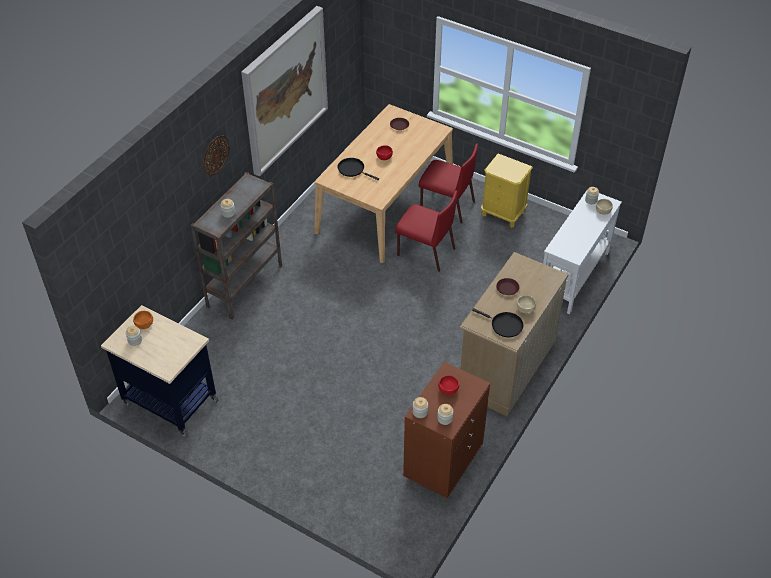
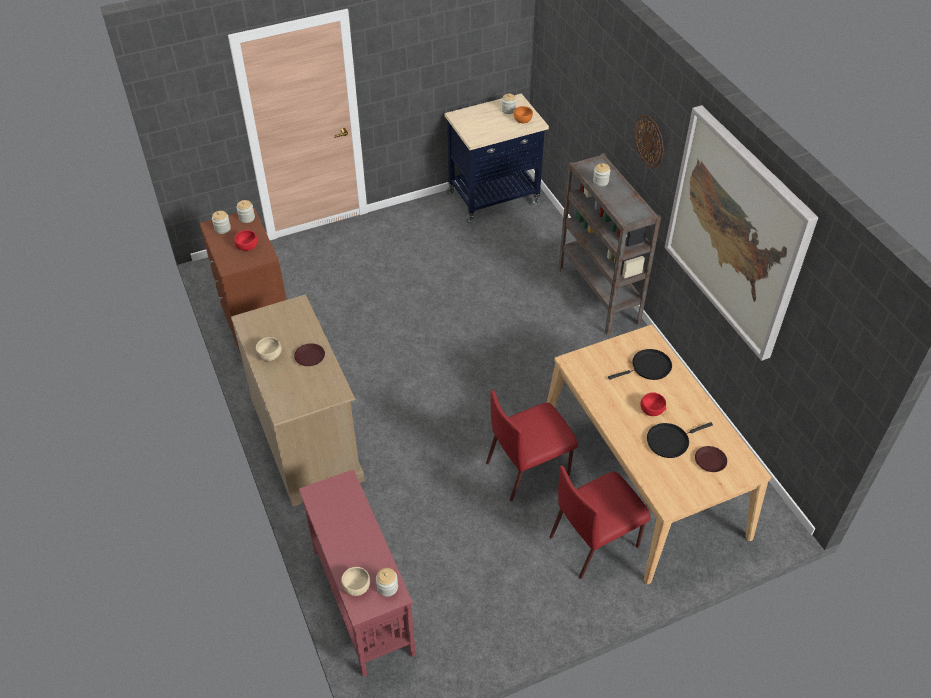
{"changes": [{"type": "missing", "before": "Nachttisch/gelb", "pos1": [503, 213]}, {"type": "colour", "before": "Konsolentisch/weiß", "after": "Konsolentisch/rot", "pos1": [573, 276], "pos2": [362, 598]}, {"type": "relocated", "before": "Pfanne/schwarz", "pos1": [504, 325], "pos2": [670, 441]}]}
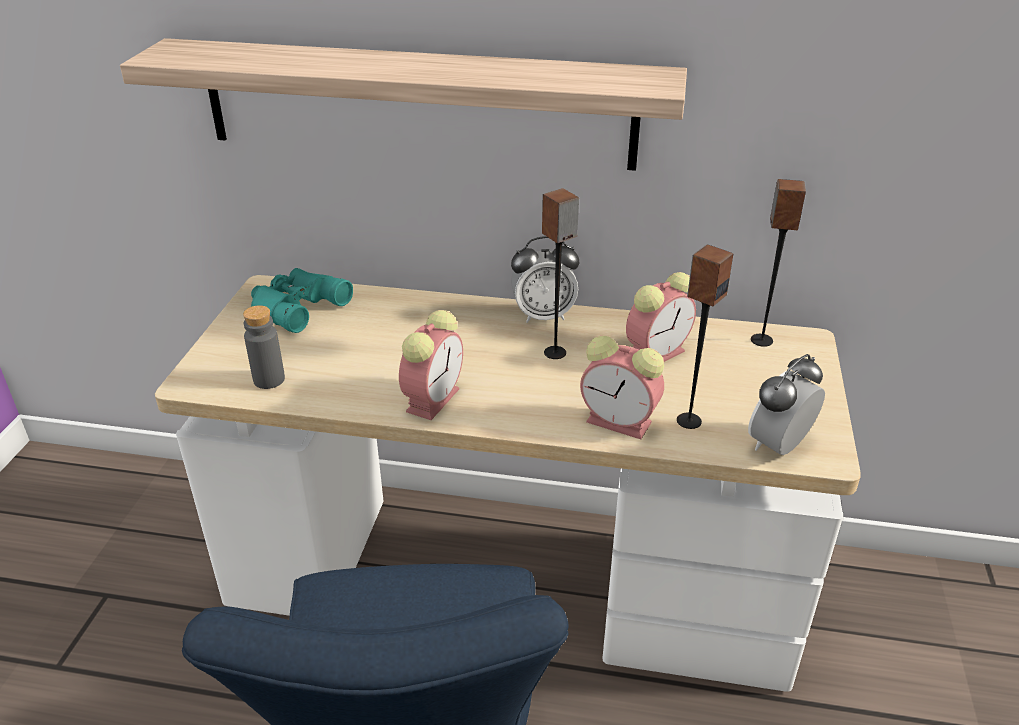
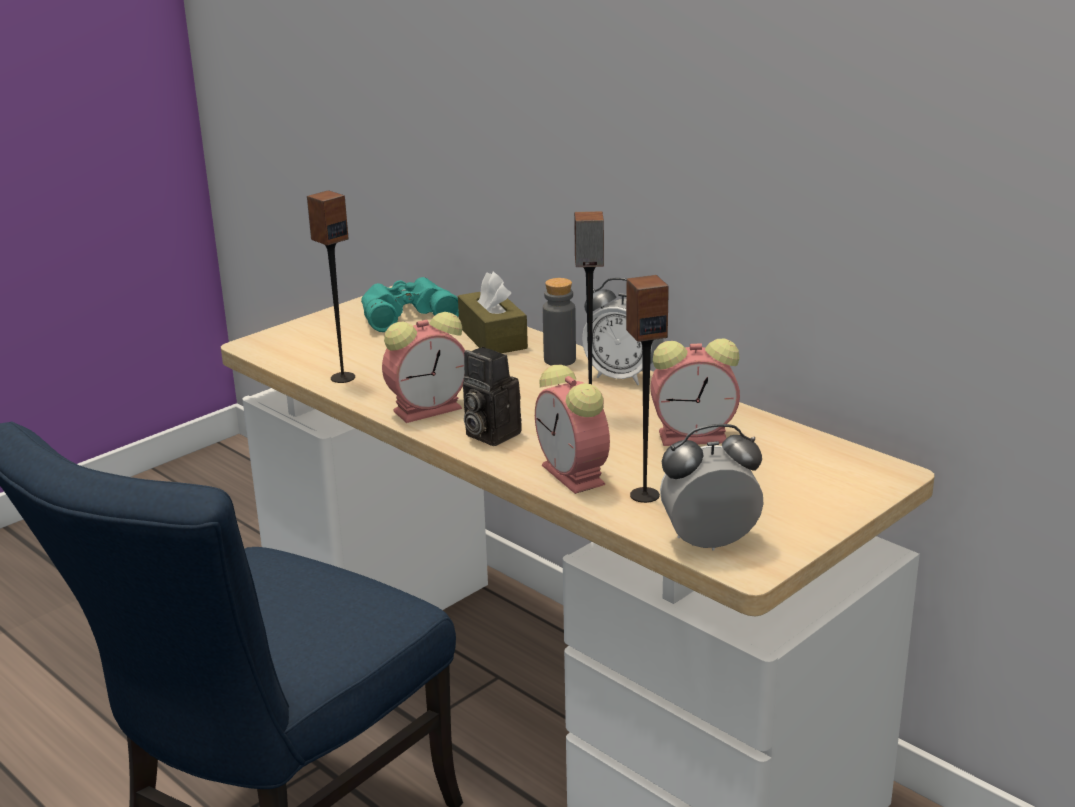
{"changes": [{"type": "missing", "before": "Wandregal", "pos1": [417, 104]}, {"type": "relocated", "before": "Lautsprecher", "pos1": [761, 340], "pos2": [342, 377]}, {"type": "relocated", "before": "Flasche/grau", "pos1": [269, 379], "pos2": [559, 360]}, {"type": "appeared", "after": "Taschentuchbox/braun", "pos2": [492, 338]}, {"type": "appeared", "after": "Kamera", "pos2": [488, 434]}]}
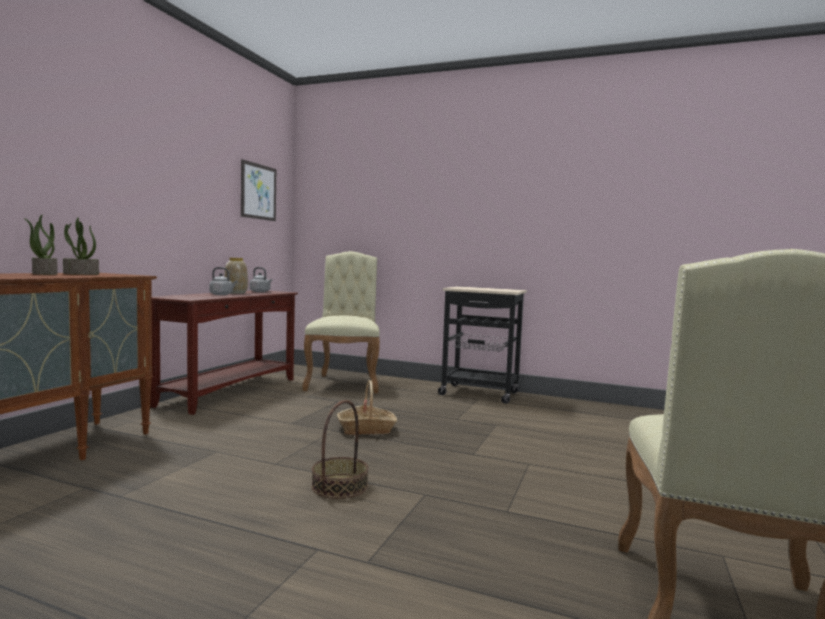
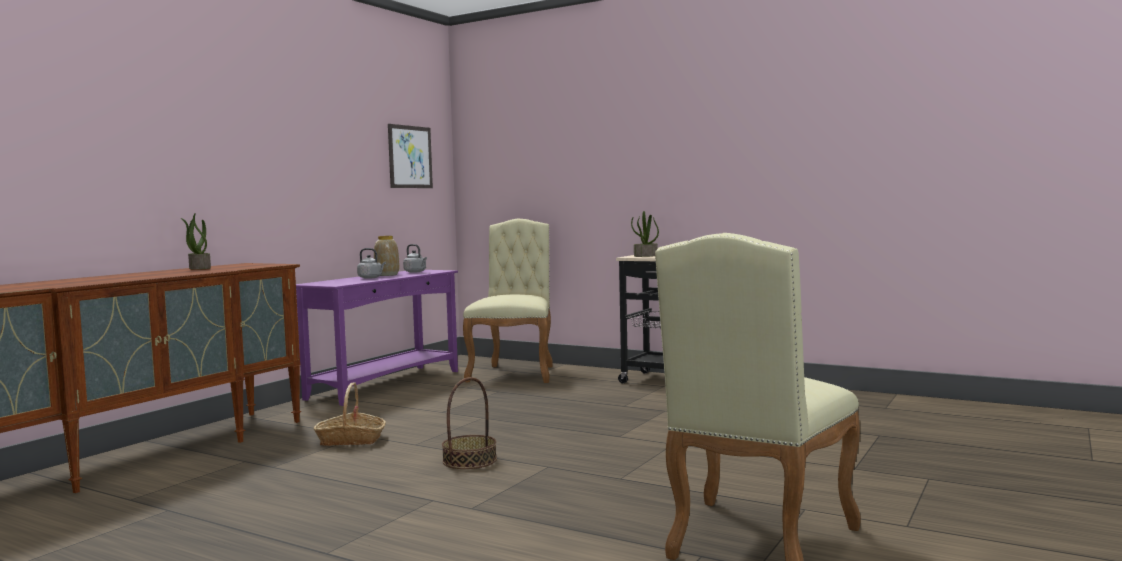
{"changes": [{"type": "relocated", "before": "Topfpflanze", "pos1": [80, 274], "pos2": [645, 256]}, {"type": "colour", "before": "Konsolentisch/braun", "after": "Konsolentisch/lila", "pos1": [230, 391], "pos2": [385, 384]}, {"type": "relocated", "before": "Korb", "pos1": [366, 429], "pos2": [351, 440]}]}
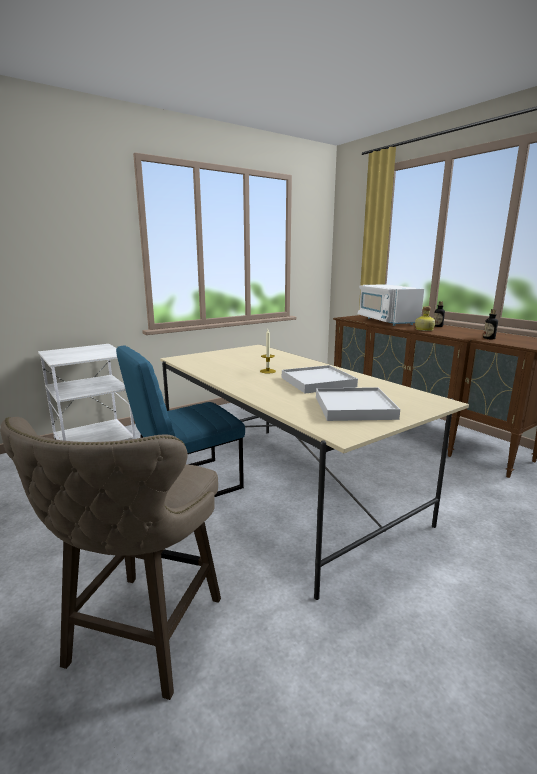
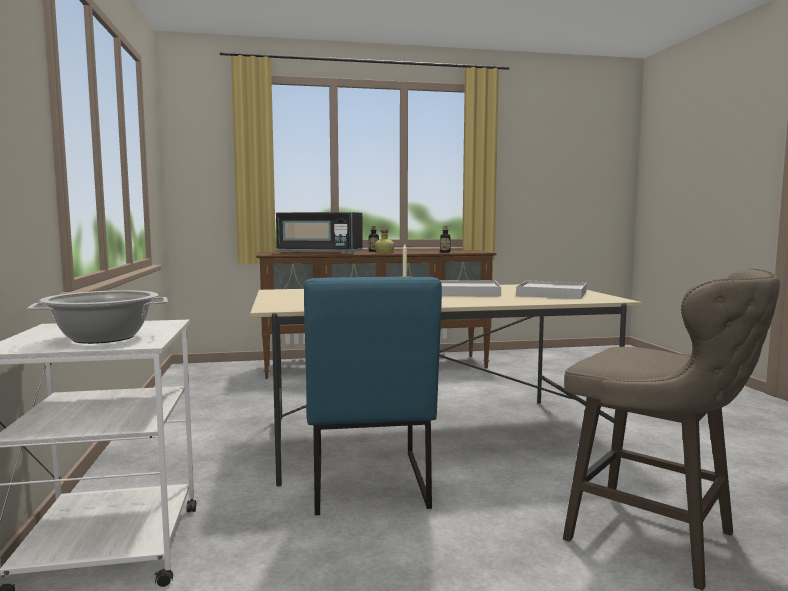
{"changes": [{"type": "colour", "before": "Mikrowelle/weiß", "after": "Mikrowelle/schwarz", "pos1": [386, 321], "pos2": [319, 252]}, {"type": "appeared", "after": "Kochtopf", "pos2": [103, 338]}]}
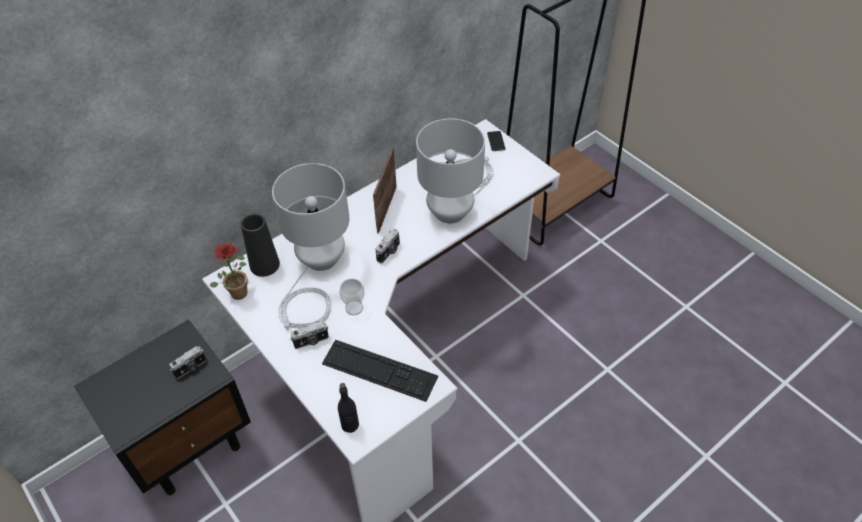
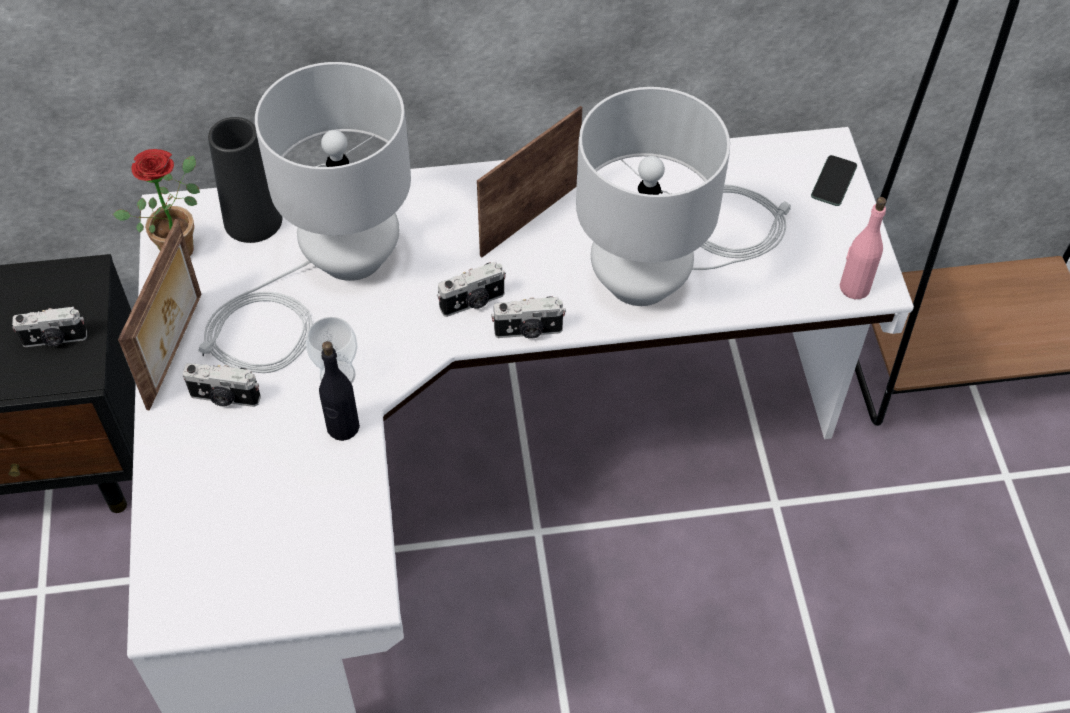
{"changes": [{"type": "missing", "before": "Tastatur", "pos1": [379, 370]}, {"type": "relocated", "before": "Flasche/schwarz", "pos1": [350, 425], "pos2": [343, 427]}, {"type": "appeared", "after": "Flasche/rosa", "pos2": [854, 287]}, {"type": "appeared", "after": "Bilderrahmen", "pos2": [177, 350]}, {"type": "appeared", "after": "Kamera", "pos2": [528, 331]}]}
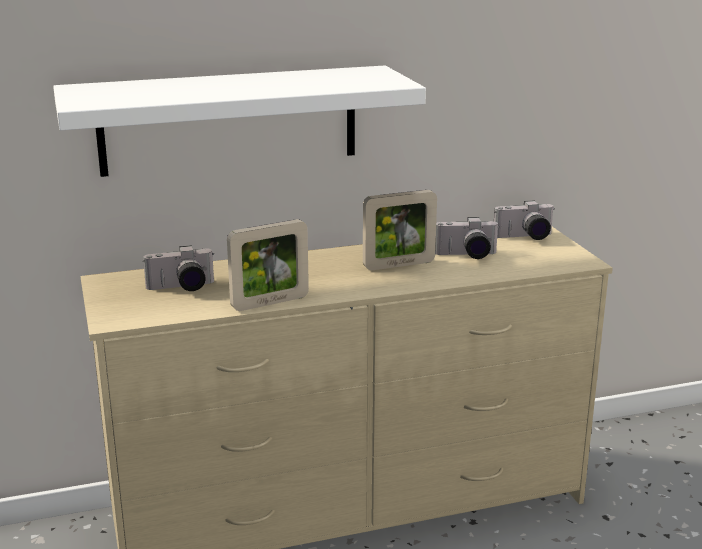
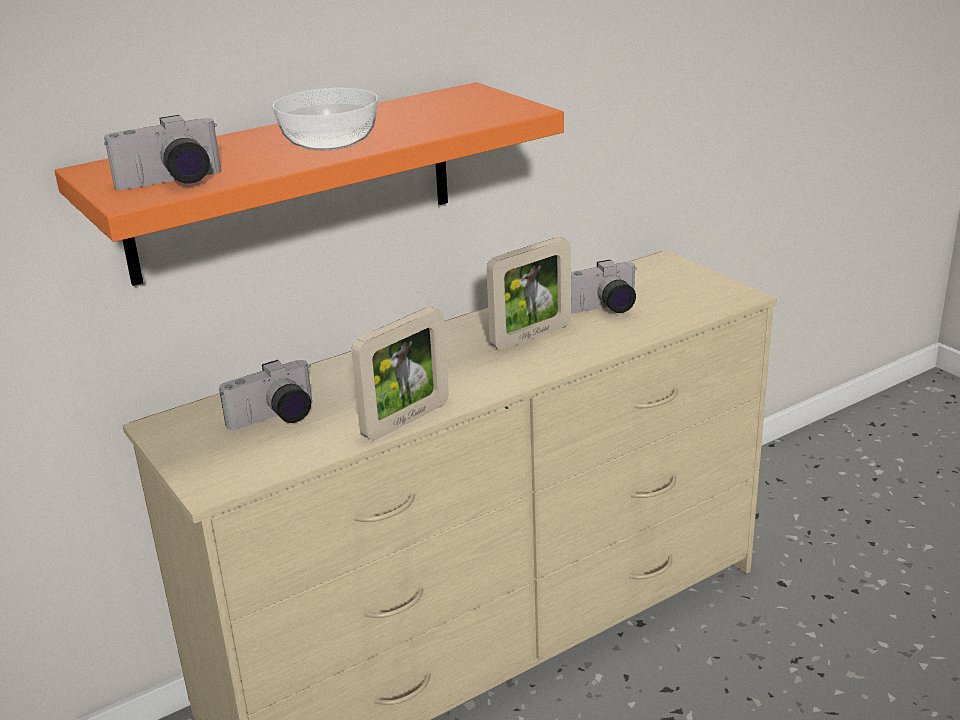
{"changes": [{"type": "colour", "before": "Wandregal/weiß", "after": "Wandregal/orange", "pos1": [229, 120], "pos2": [292, 182]}, {"type": "relocated", "before": "Kamera", "pos1": [525, 237], "pos2": [172, 183]}, {"type": "appeared", "after": "Schüssel", "pos2": [329, 142]}]}
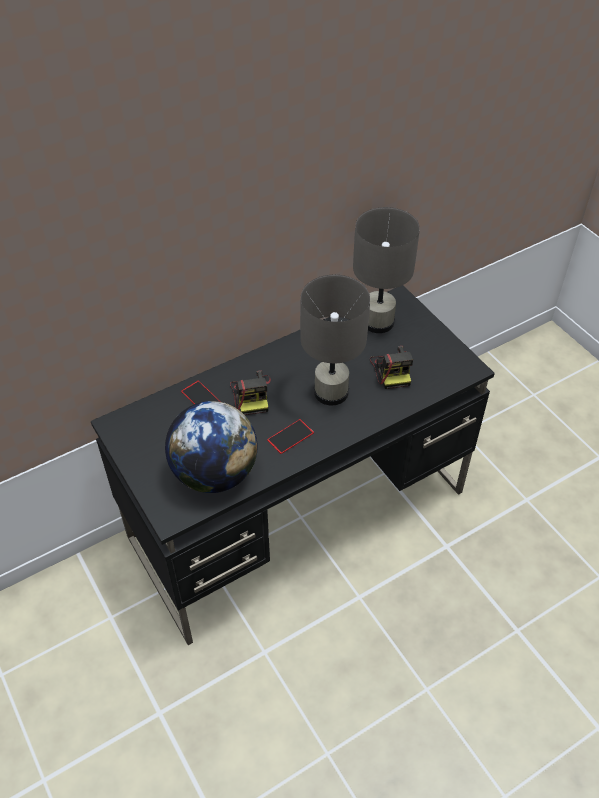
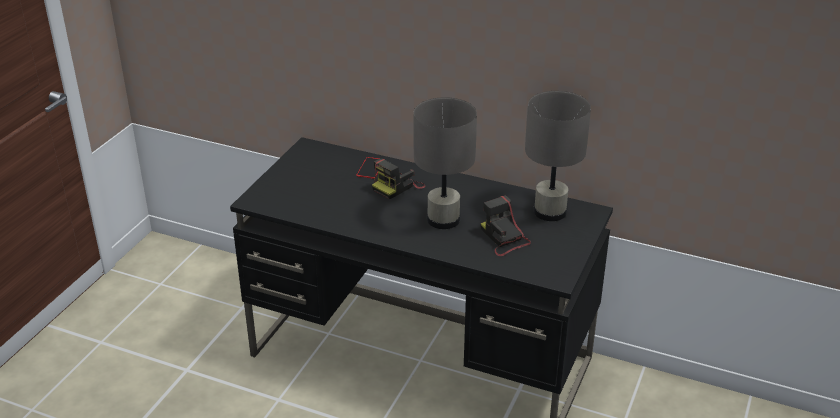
{"changes": [{"type": "spun", "before": "Kamera", "pos1": [392, 370], "pos2": [504, 239], "turn": 105}, {"type": "missing", "before": "Globus", "pos1": [215, 473]}, {"type": "missing", "before": "Handy", "pos1": [290, 436]}]}
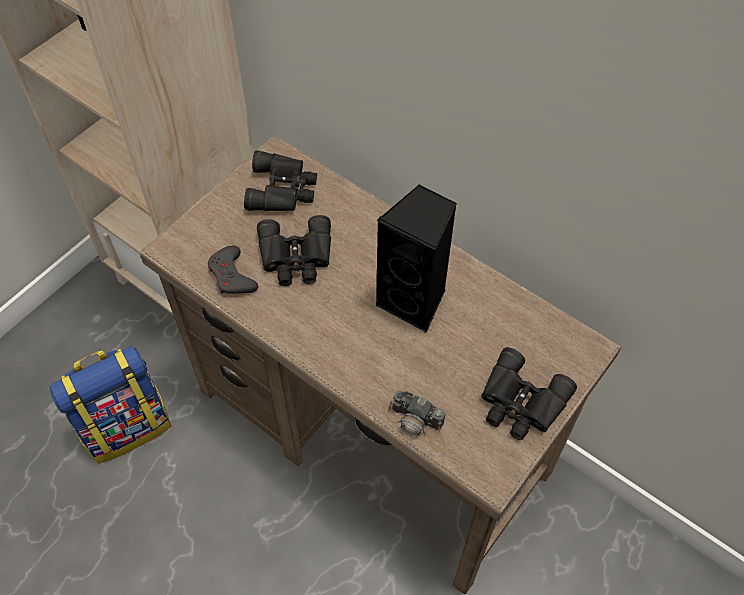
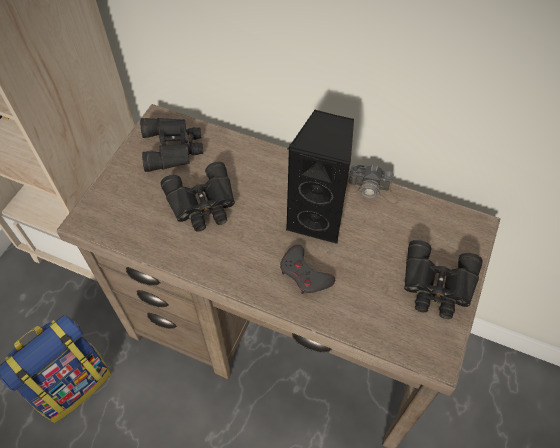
{"changes": [{"type": "relocated", "before": "Gamepad/grau", "pos1": [232, 276], "pos2": [304, 274]}, {"type": "relocated", "before": "Kamera", "pos1": [418, 425], "pos2": [372, 190]}]}
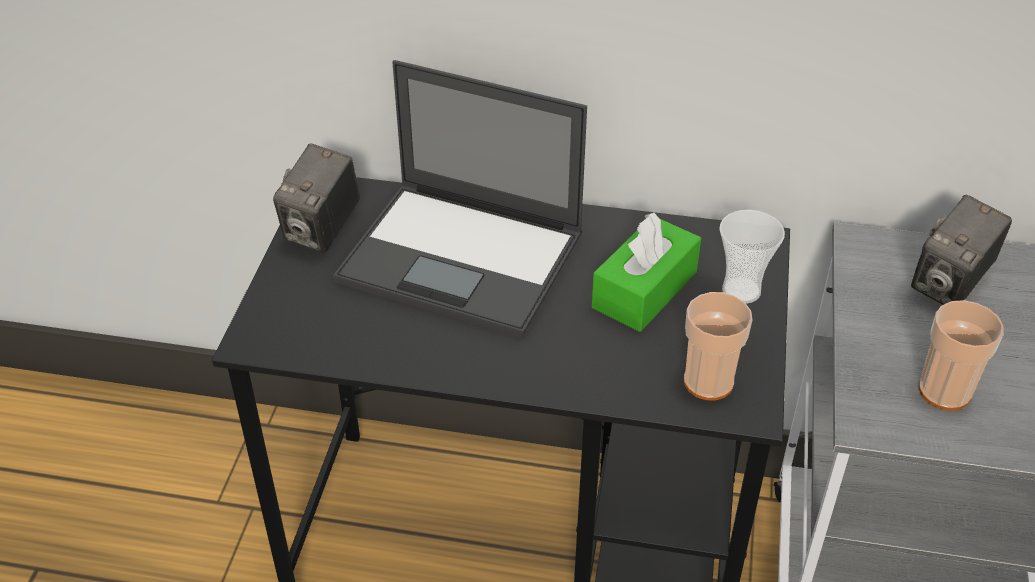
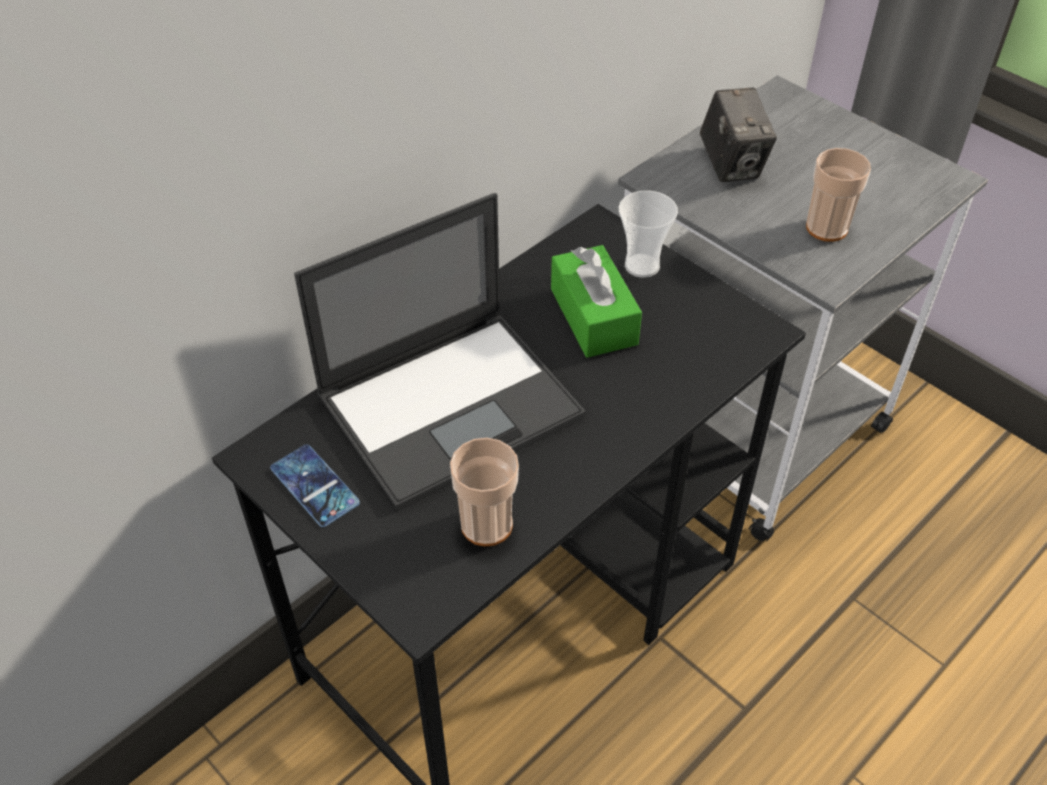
{"changes": [{"type": "exchanged", "before": "Kamera", "after": "Handy", "pos1": [322, 230], "pos2": [314, 486]}, {"type": "relocated", "before": "Tasse", "pos1": [708, 382], "pos2": [486, 525]}]}
